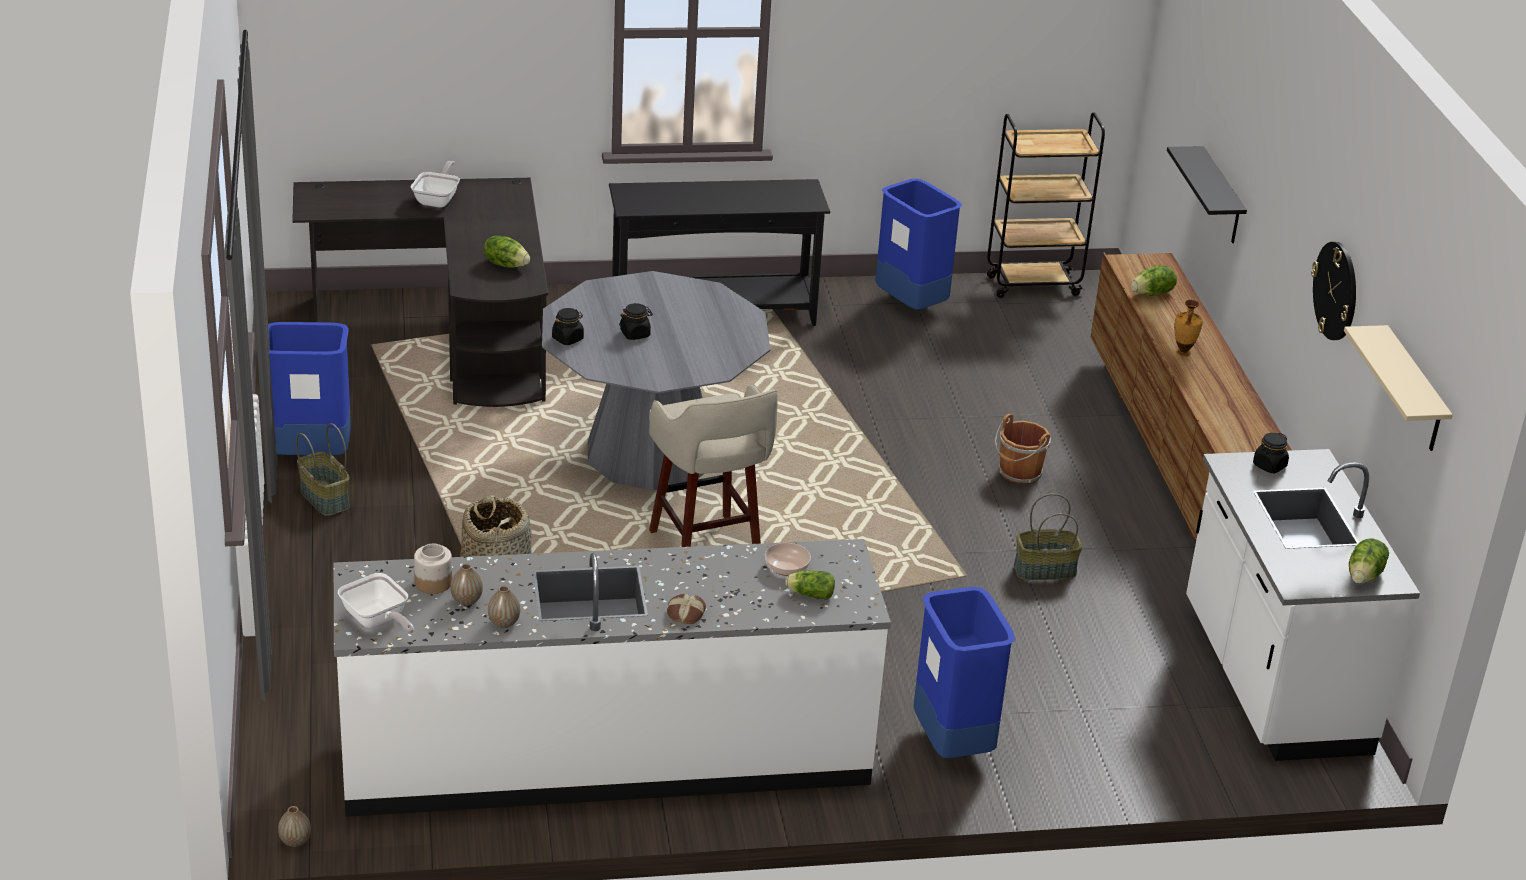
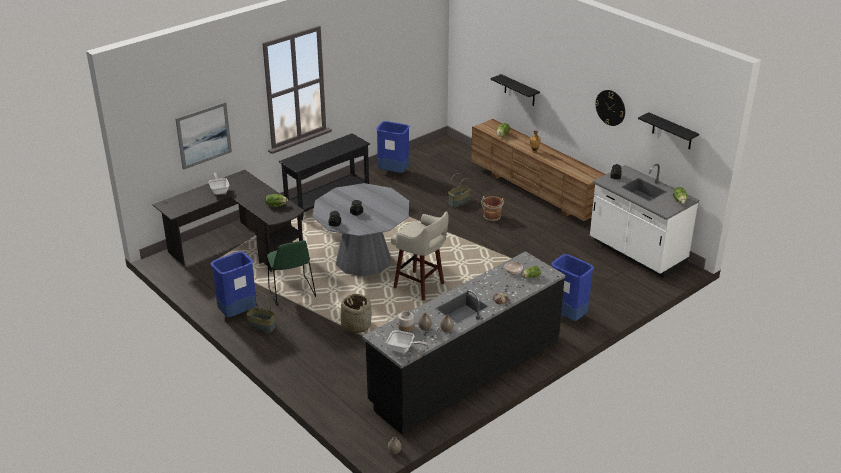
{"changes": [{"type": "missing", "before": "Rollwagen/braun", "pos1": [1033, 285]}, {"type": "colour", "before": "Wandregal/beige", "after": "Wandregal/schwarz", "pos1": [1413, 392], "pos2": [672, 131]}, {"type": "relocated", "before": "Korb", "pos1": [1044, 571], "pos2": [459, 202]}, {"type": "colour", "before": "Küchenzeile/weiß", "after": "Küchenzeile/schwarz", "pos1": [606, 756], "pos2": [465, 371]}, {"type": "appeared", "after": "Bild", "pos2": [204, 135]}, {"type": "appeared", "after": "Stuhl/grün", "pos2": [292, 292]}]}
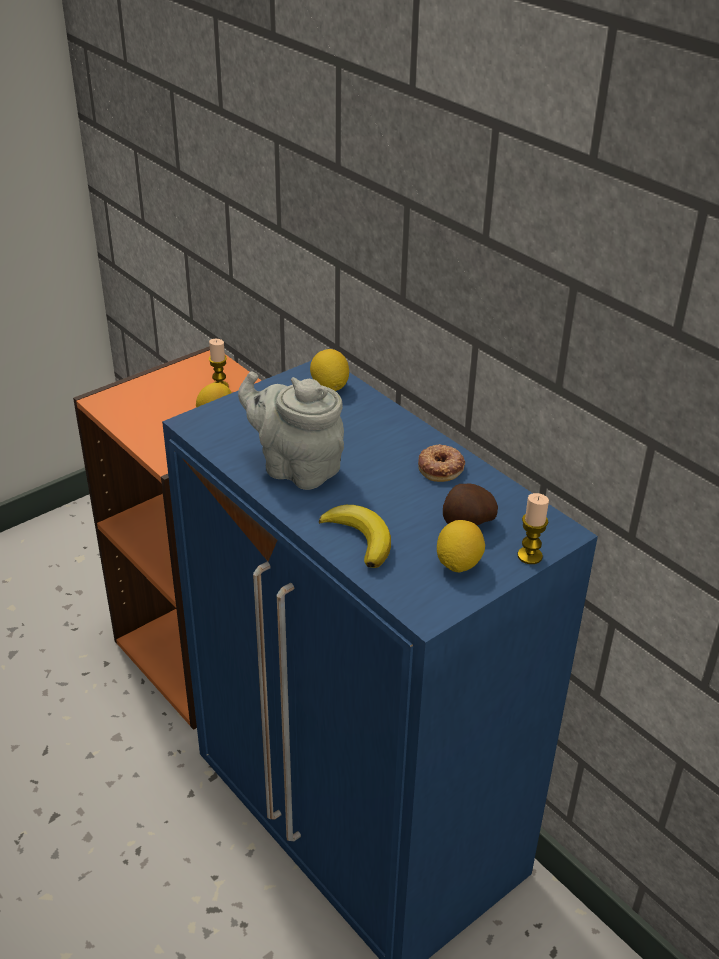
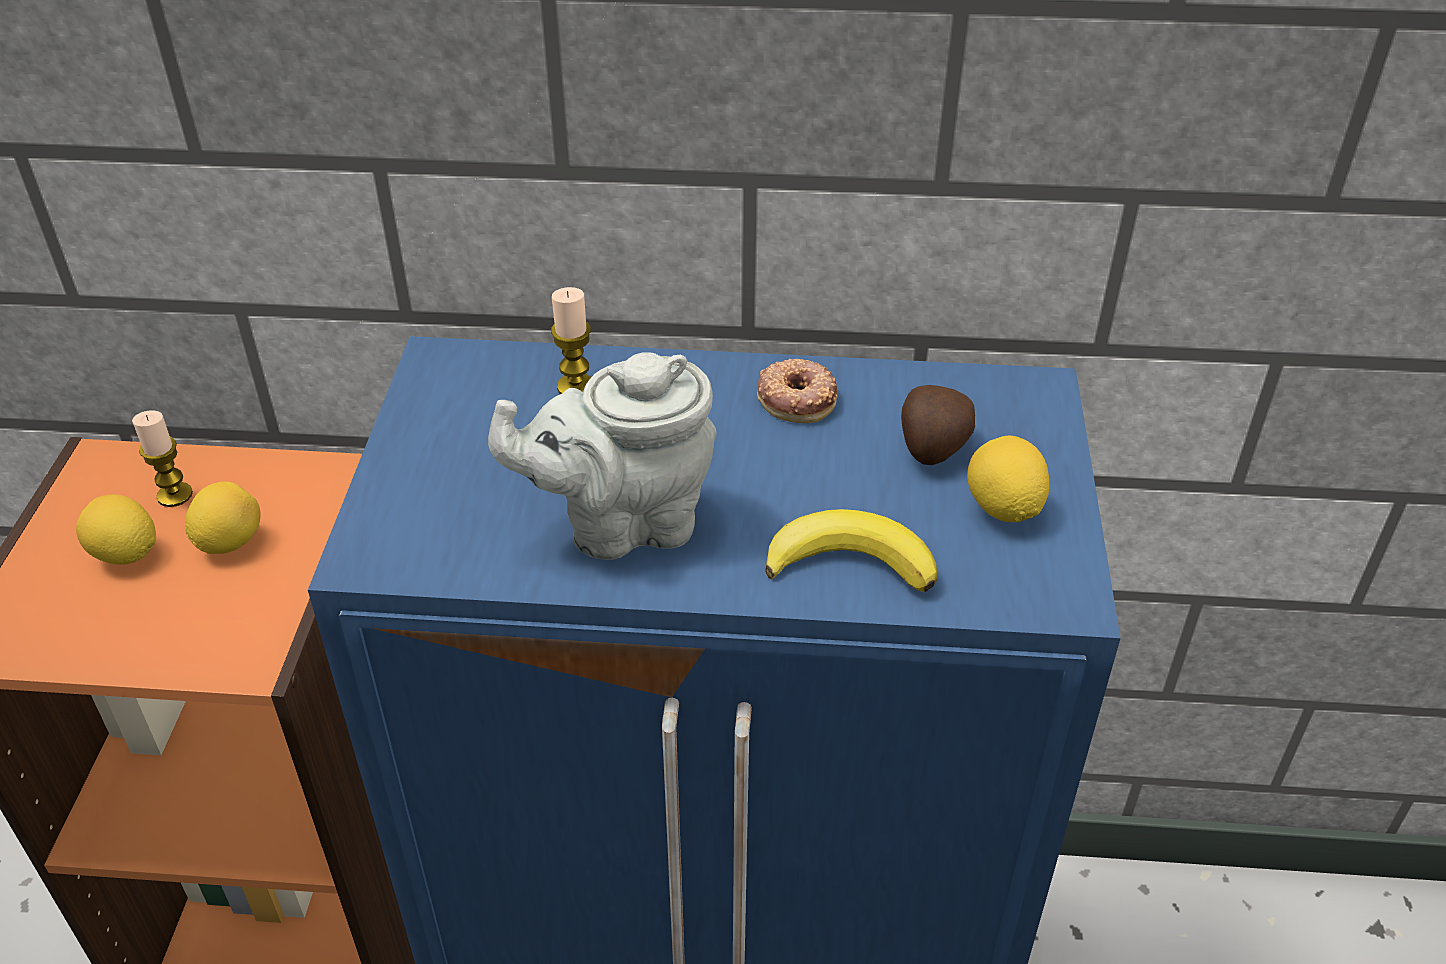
{"changes": [{"type": "relocated", "before": "Zitrone", "pos1": [329, 387], "pos2": [126, 554]}, {"type": "relocated", "before": "Kerze", "pos1": [529, 556], "pos2": [576, 386]}]}
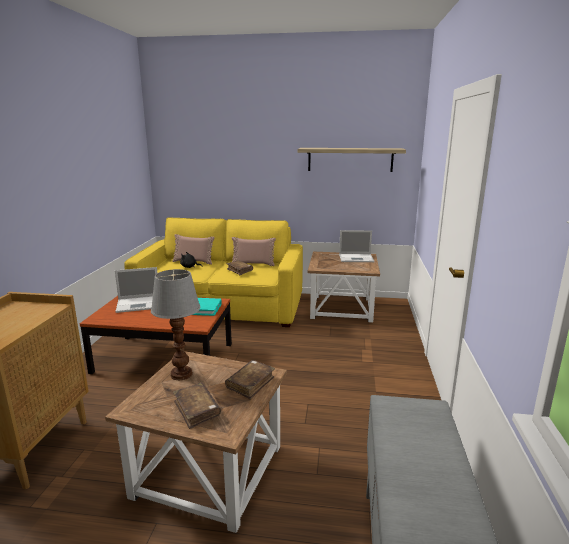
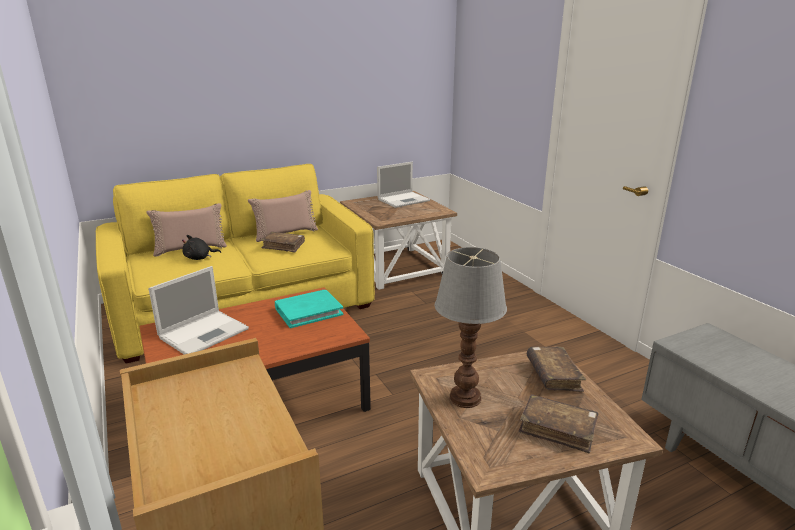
{"changes": [{"type": "missing", "before": "Wandregal", "pos1": [350, 159]}]}
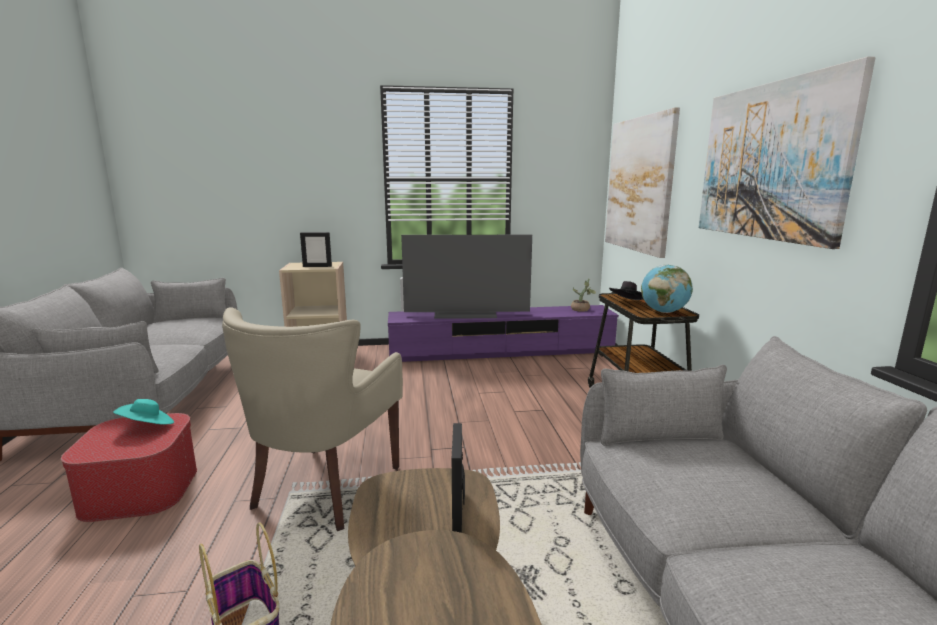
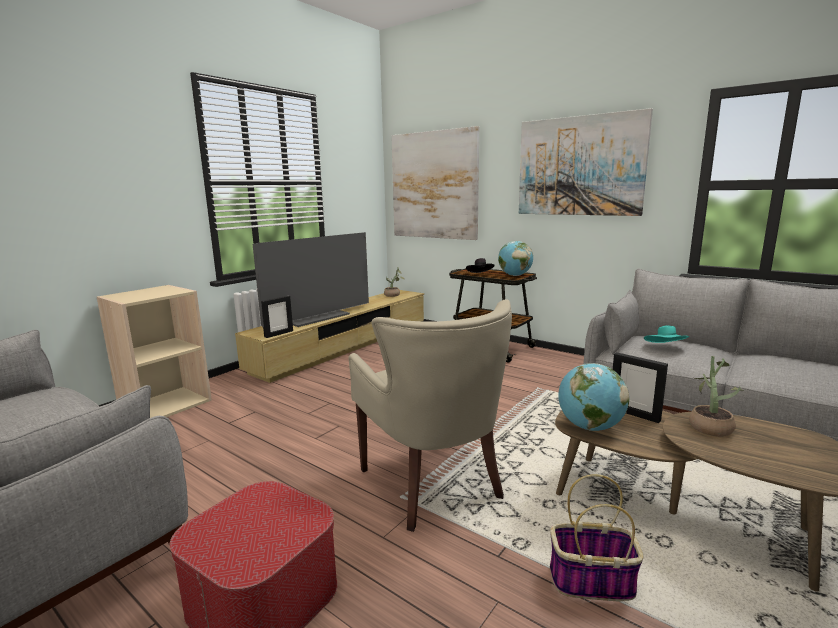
{"changes": [{"type": "relocated", "before": "Bilderrahmen", "pos1": [317, 266], "pos2": [279, 334]}, {"type": "colour", "before": "Fernsehschrank/lila", "after": "Fernsehschrank/beige", "pos1": [501, 351], "pos2": [345, 347]}, {"type": "relocated", "before": "Hut/türkis", "pos1": [147, 426], "pos2": [665, 348]}, {"type": "appeared", "after": "Topfpflanze", "pos2": [709, 426]}, {"type": "appeared", "after": "Globus", "pos2": [589, 427]}]}
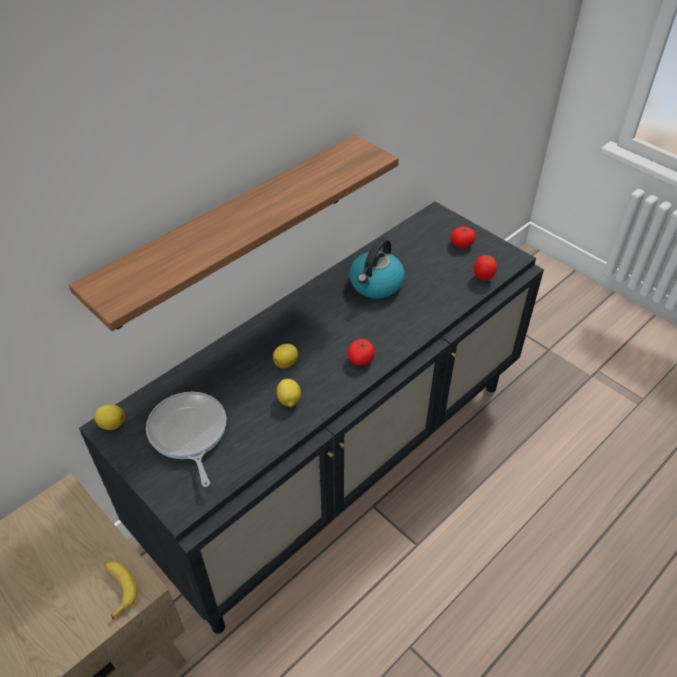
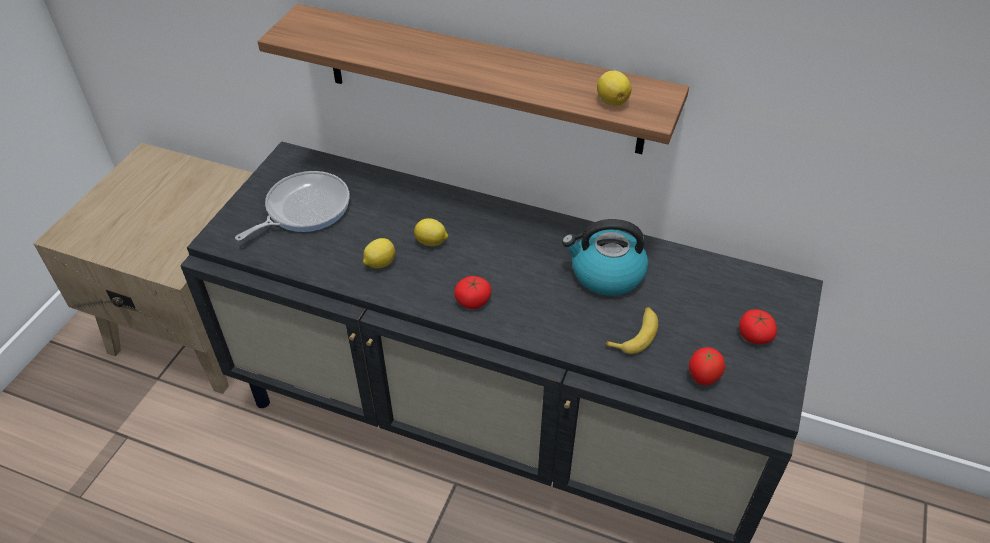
{"changes": [{"type": "relocated", "before": "Zitrone", "pos1": [111, 424], "pos2": [612, 101]}, {"type": "relocated", "before": "Banane", "pos1": [118, 588], "pos2": [635, 334]}]}
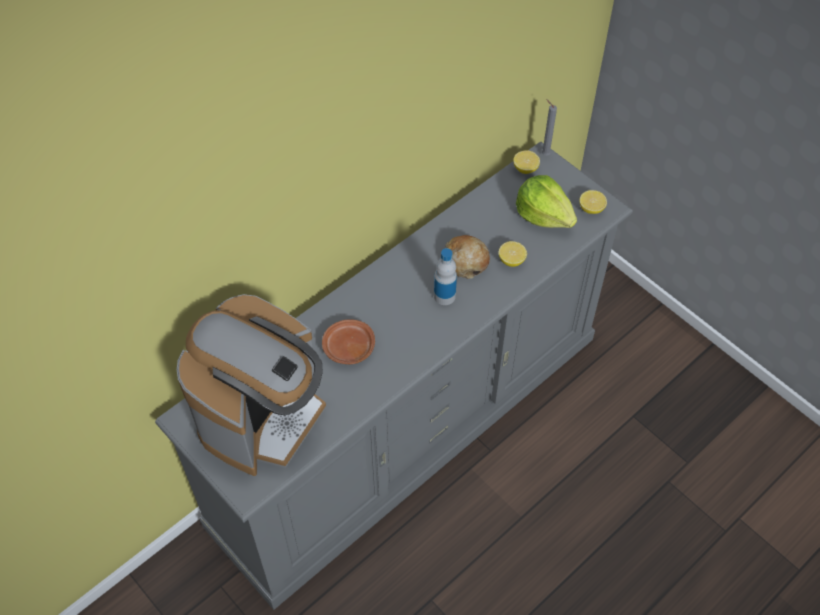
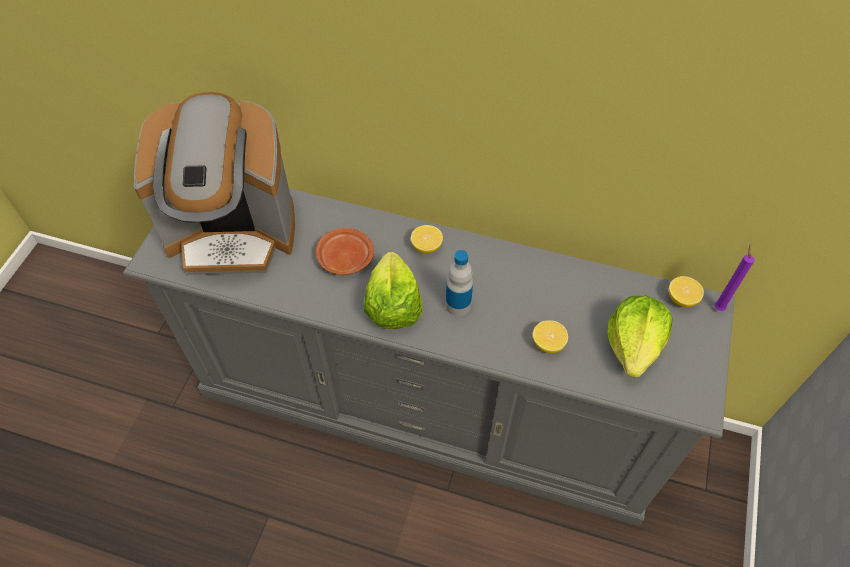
{"changes": [{"type": "colour", "before": "Kerze/grau", "after": "Kerze/lila", "pos1": [544, 154], "pos2": [718, 307]}, {"type": "relocated", "before": "Zitrone", "pos1": [591, 208], "pos2": [426, 246]}, {"type": "missing", "before": "Brot", "pos1": [465, 261]}, {"type": "appeared", "after": "Salatkopf", "pos2": [392, 305]}]}
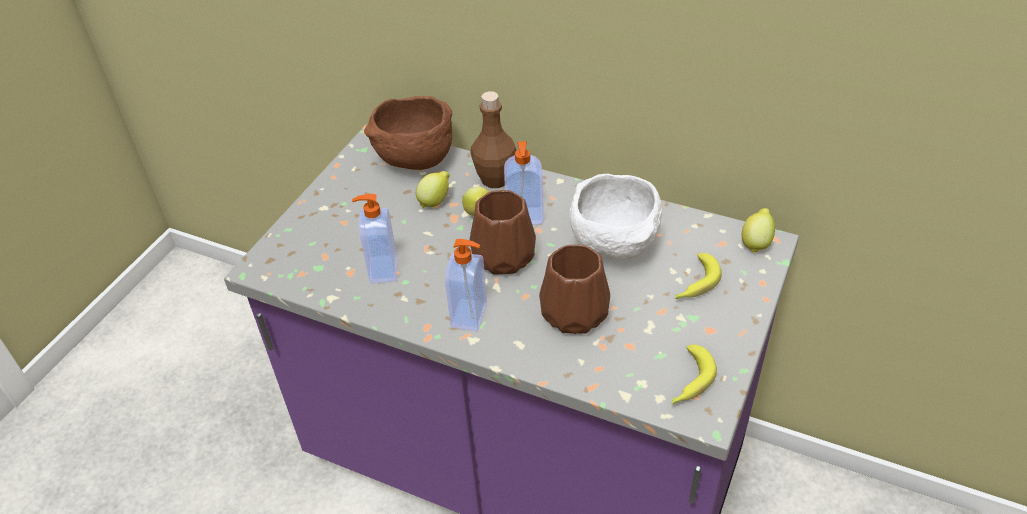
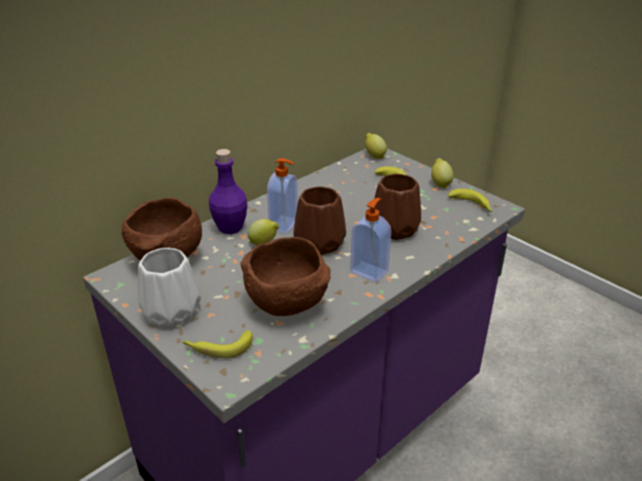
{"changes": [{"type": "colour", "before": "Flasche/braun", "after": "Flasche/lila", "pos1": [495, 179], "pos2": [230, 227]}, {"type": "relocated", "before": "Zitrone", "pos1": [435, 201], "pos2": [440, 183]}, {"type": "missing", "before": "Schüssel/weiß", "pos1": [616, 247]}, {"type": "exchanged", "before": "Seifenspender", "after": "Schüssel/braun", "pos1": [382, 269], "pos2": [289, 304]}, {"type": "appeared", "after": "Vase/weiß", "pos2": [172, 312]}, {"type": "appeared", "after": "Banane", "pos2": [218, 347]}]}
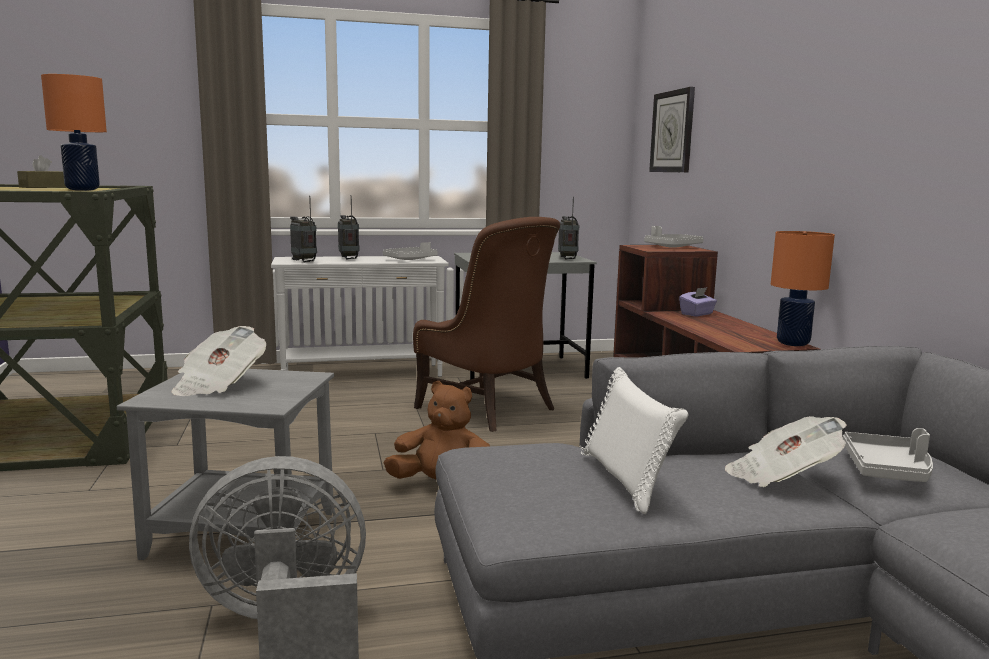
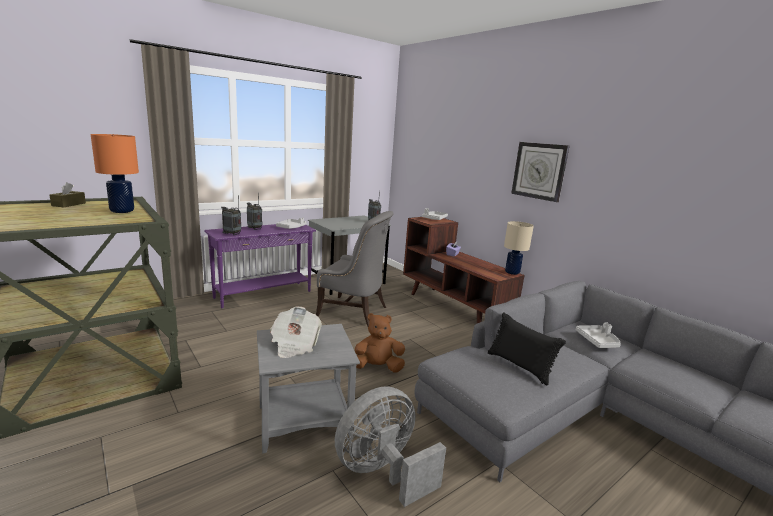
{"changes": [{"type": "relocated", "before": "Wanduhr", "pos1": [672, 132], "pos2": [539, 171]}, {"type": "colour", "before": "Stuhl/braun", "after": "Stuhl/grau", "pos1": [488, 408], "pos2": [354, 311]}, {"type": "colour", "before": "Tischlampe/orange", "after": "Tischlampe/beige", "pos1": [793, 344], "pos2": [512, 273]}, {"type": "colour", "before": "Konsolentisch/weiß", "after": "Konsolentisch/lila", "pos1": [363, 373], "pos2": [264, 294]}, {"type": "colour", "before": "Kissen/weiß", "after": "Kissen/schwarz", "pos1": [626, 480], "pos2": [520, 366]}, {"type": "missing", "before": "Zeitung", "pos1": [781, 477]}]}
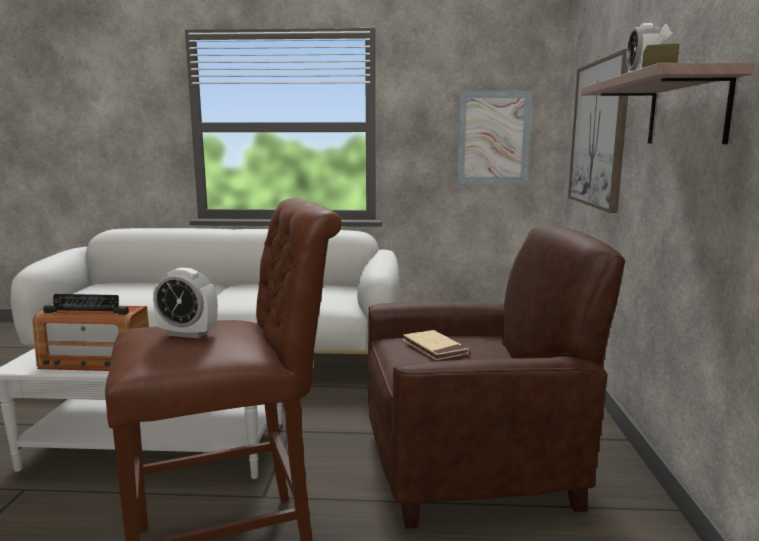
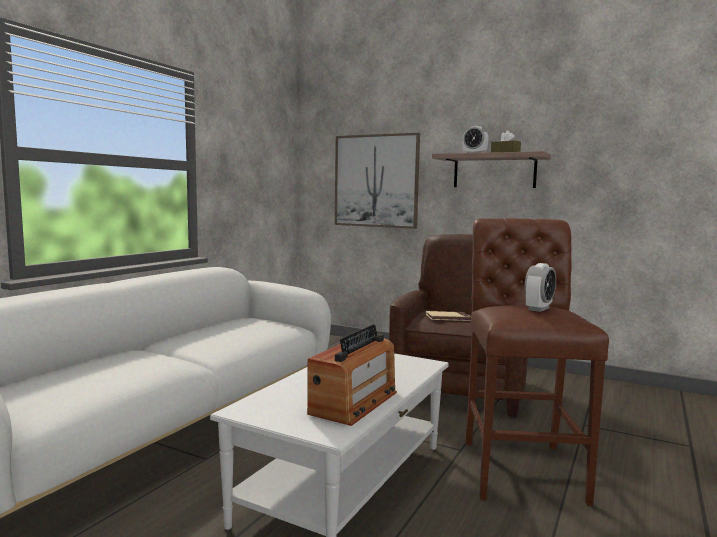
{"changes": [{"type": "missing", "before": "Bild", "pos1": [493, 138]}]}
